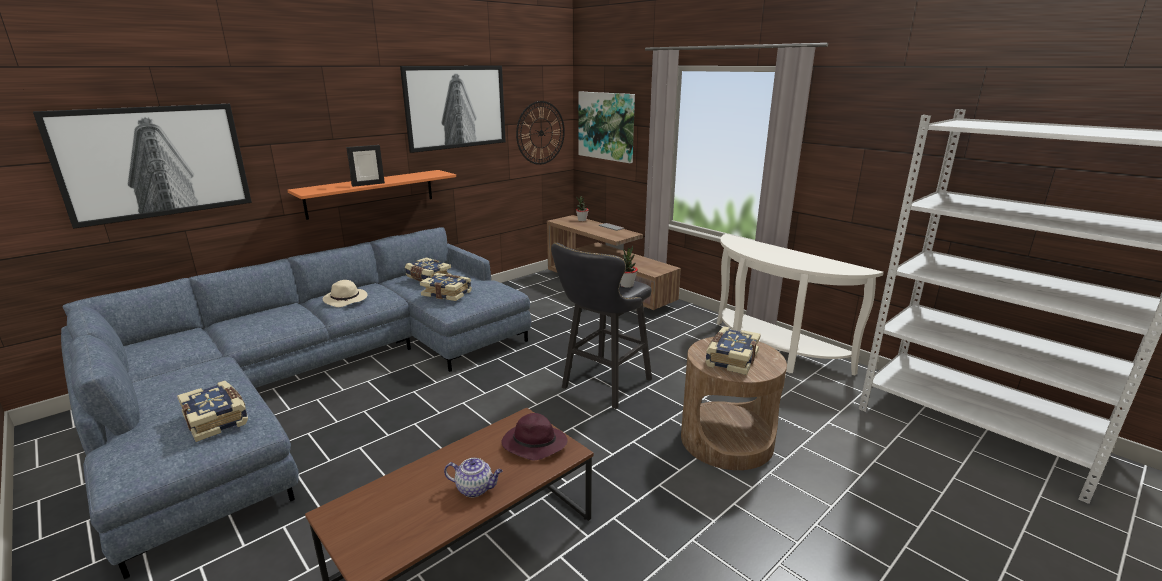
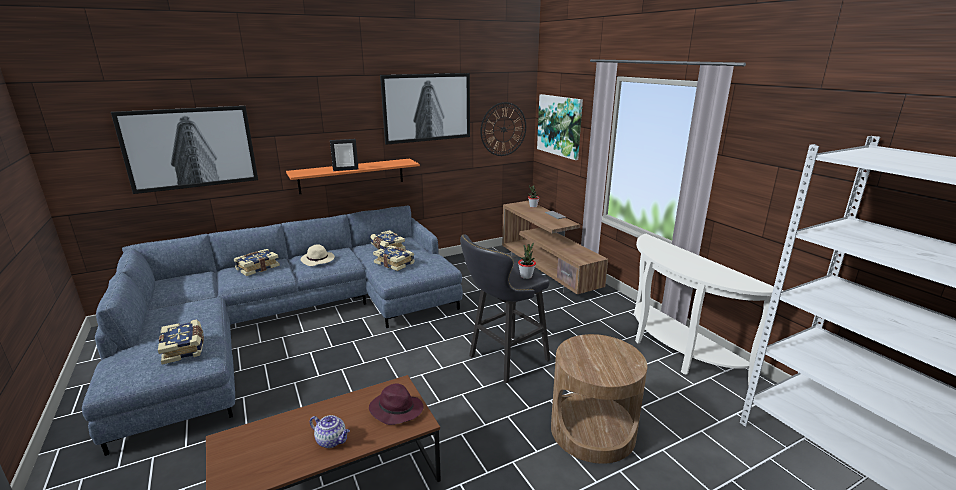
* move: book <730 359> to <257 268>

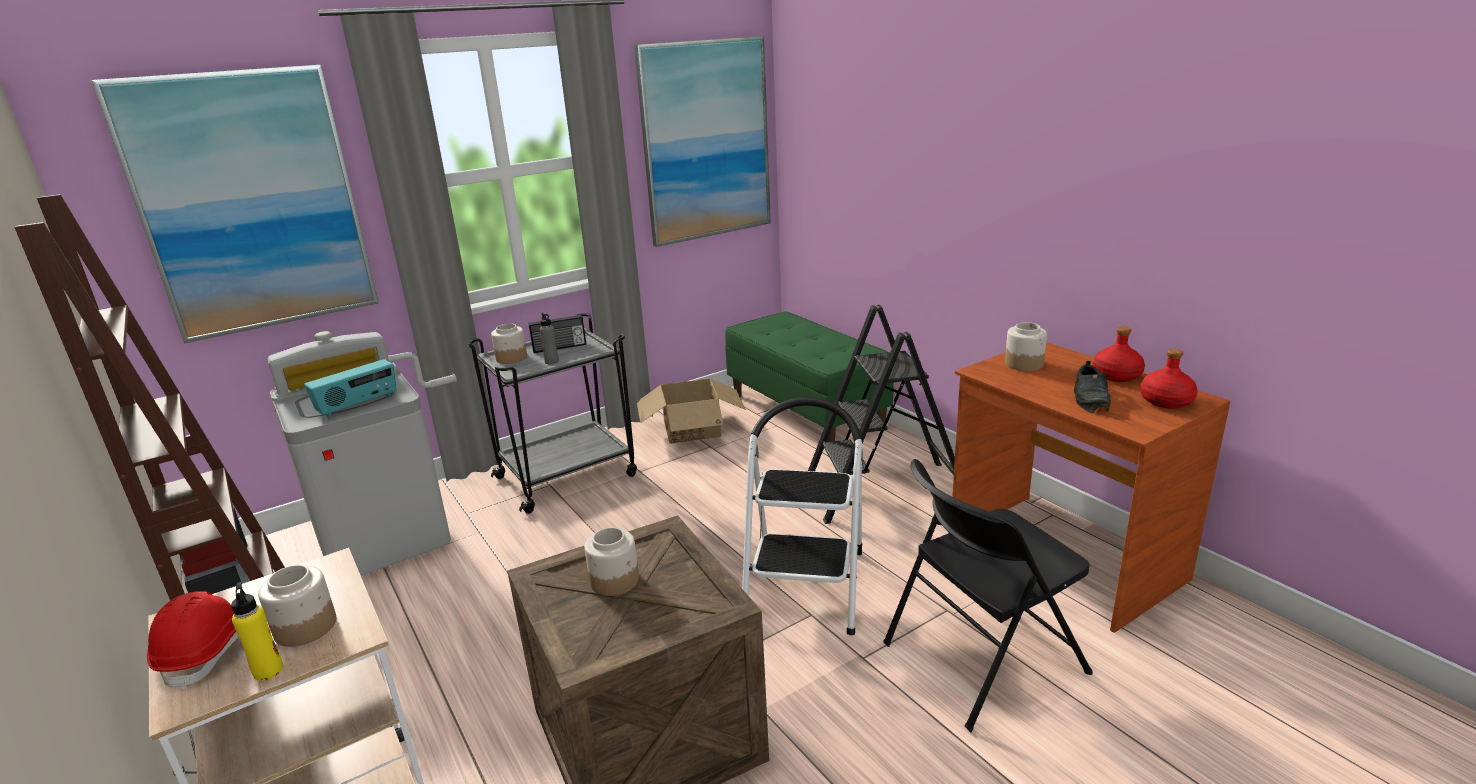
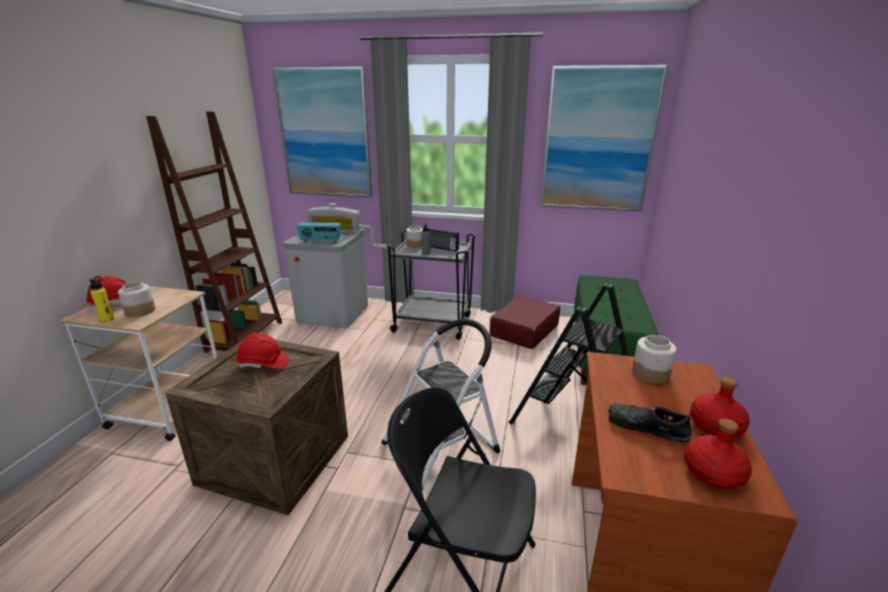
* replace: jar <615 581> to hard hat (red) <263 364>
* replace: cardboard box <692 429> to suitcase (red) <524 330>
* rotate: shoe (black) <1091 397> = <646 426> 60 degrees clockwise

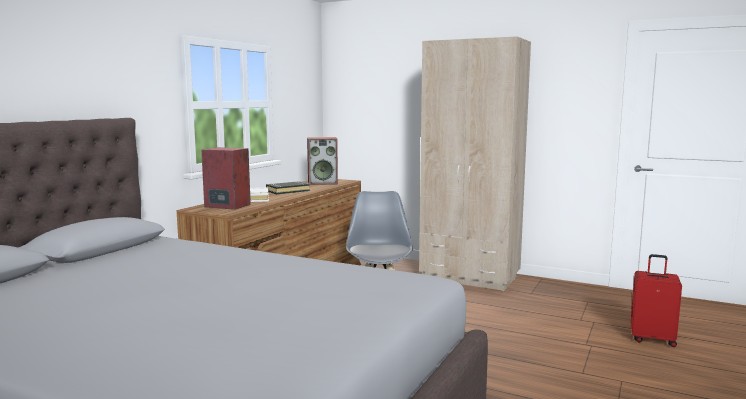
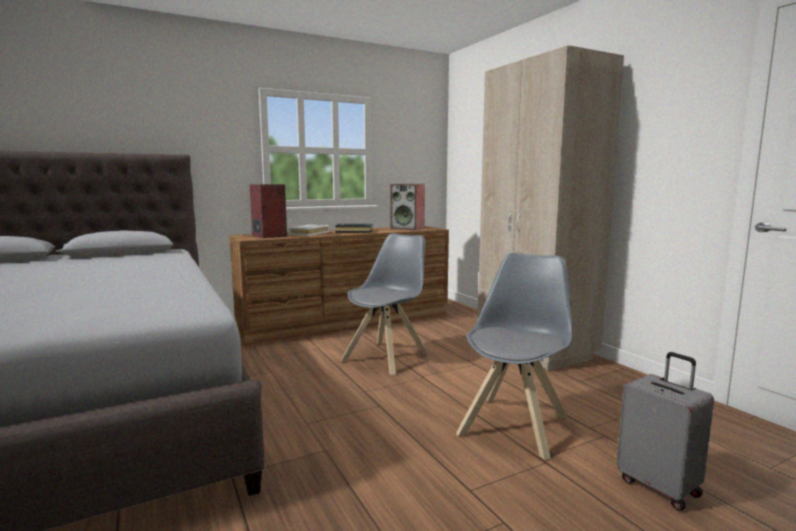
* insert: chair (grey) <515 424>
* recolor: suitcase (red) <652 339> to suitcase (grey) <659 486>

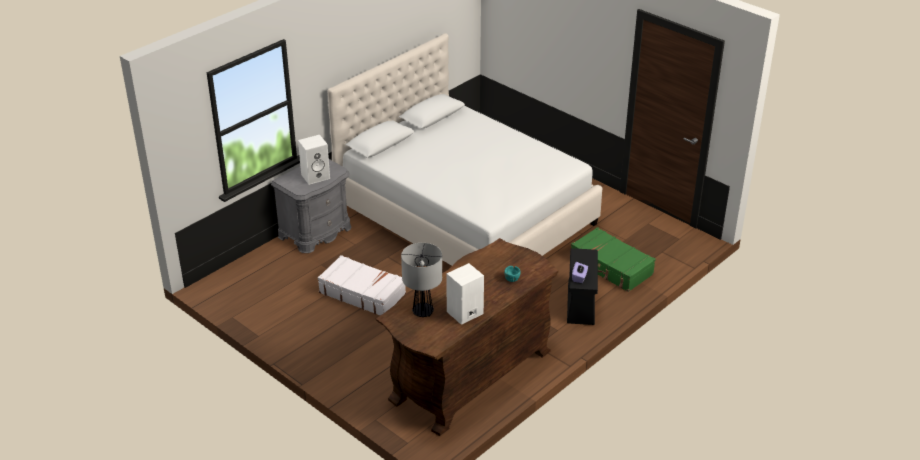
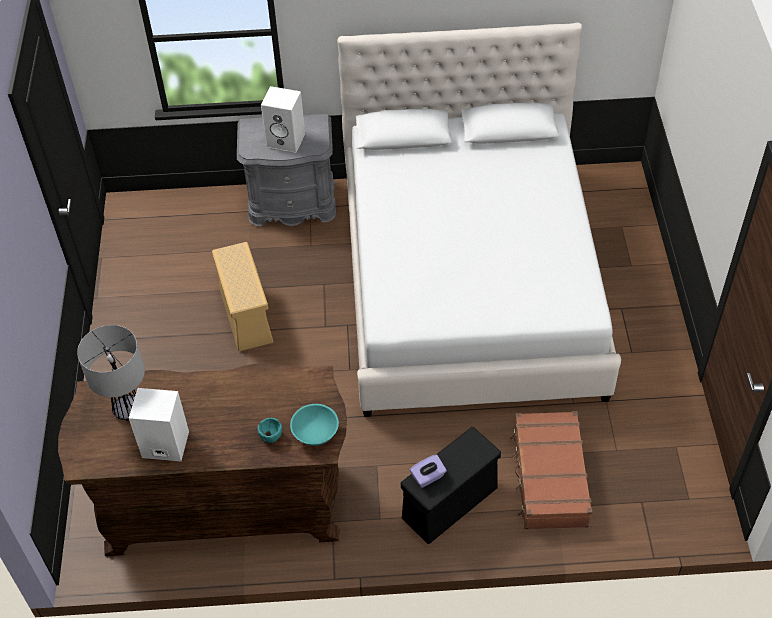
* replace: suitcase (white) <362 293> to storage box (beige) <245 314>
* insert: bowl (turquoise) <315 433>
* recolor: suitcase (green) <611 267> to suitcase (brown) <549 477>

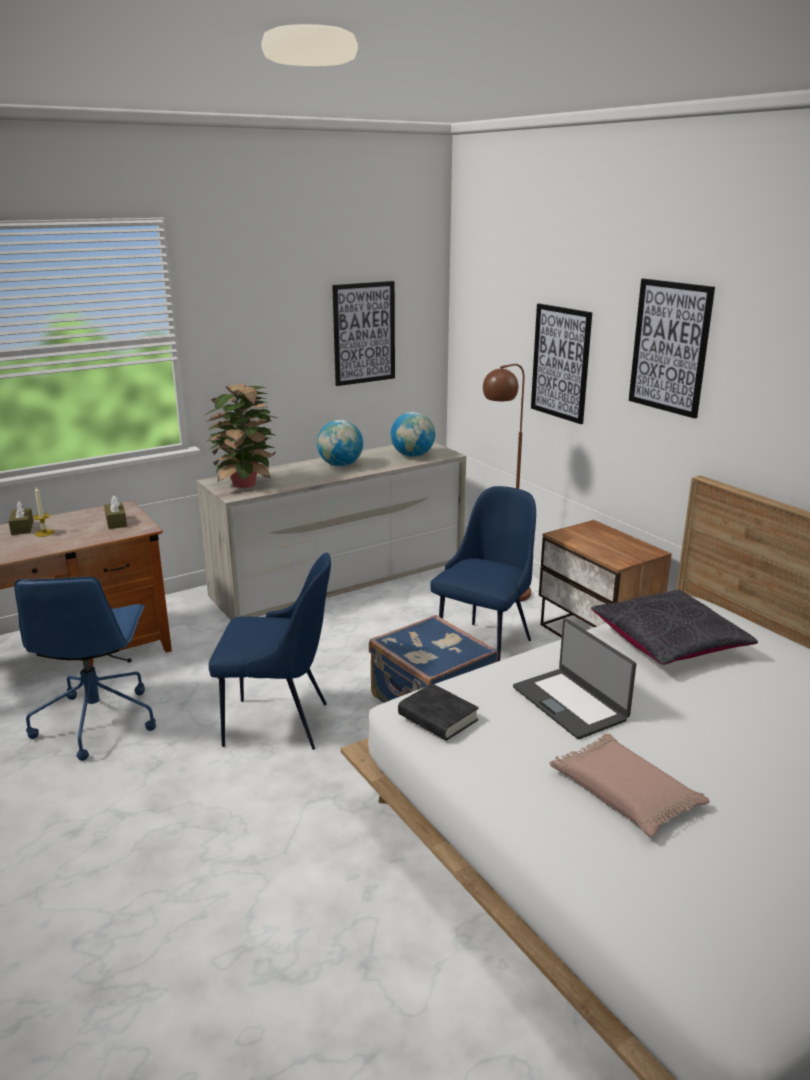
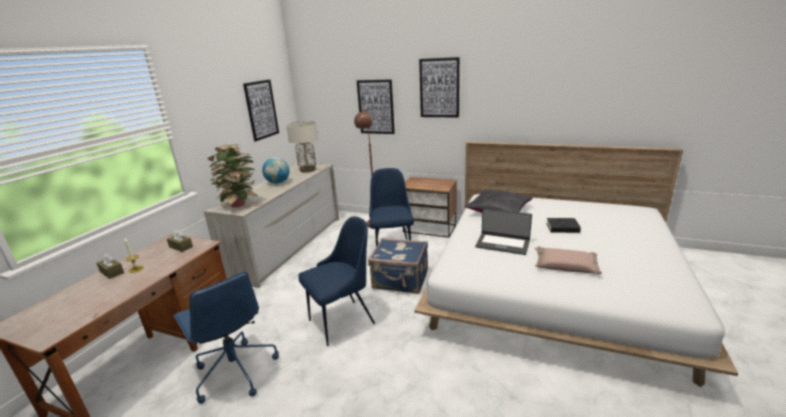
* replace: globe <412 456> to table lamp <307 170>
* move: book (black) <437 717> to <562 228>

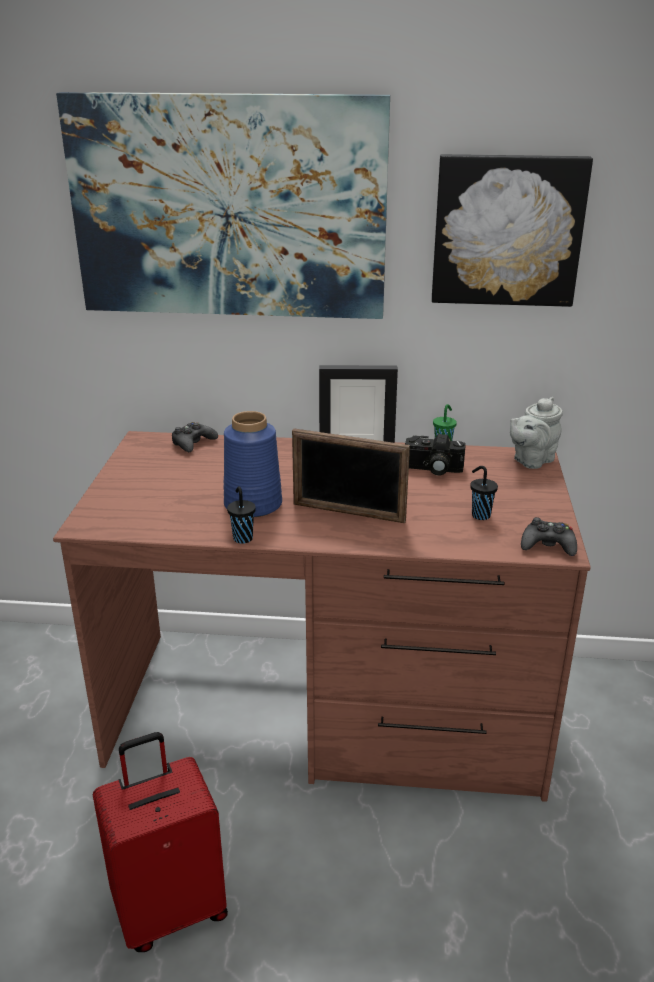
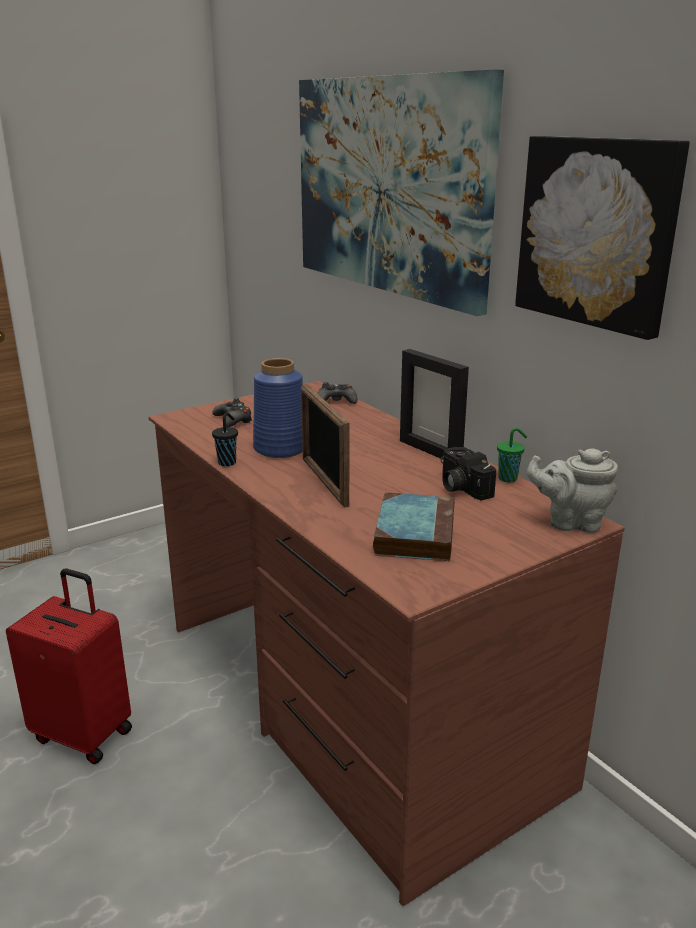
* move: game controller (black) <548 545> to <233 420>
* replace: cup (black) <480 515> to book <414 533>

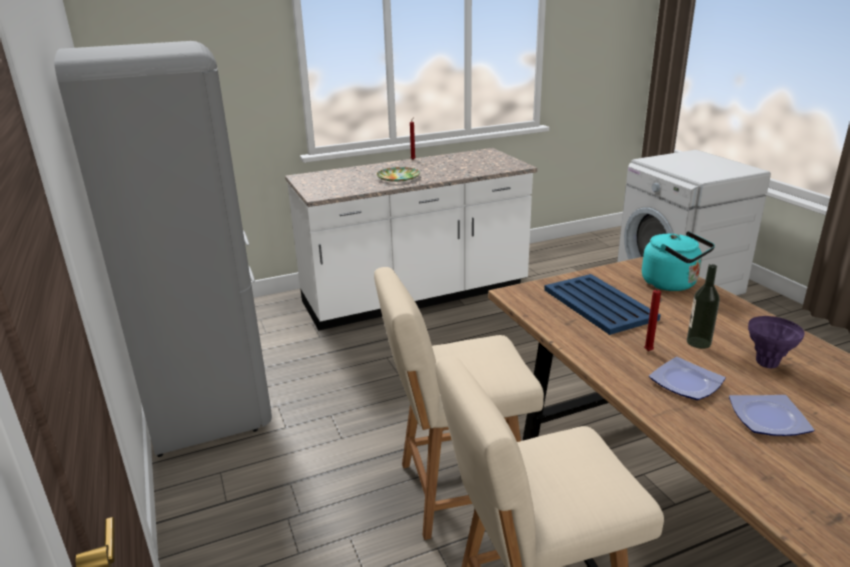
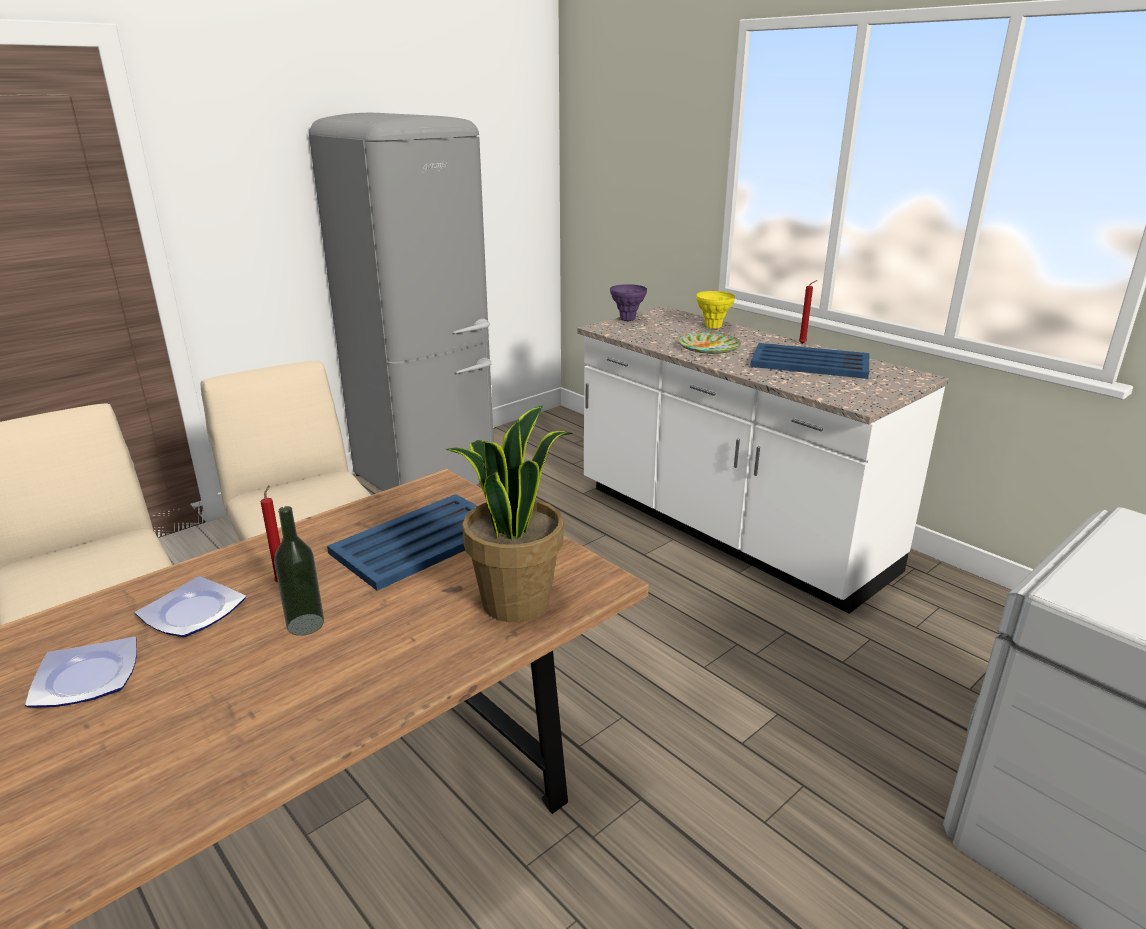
* replace: kettle (turquoise) <672 284> to potted plant <515 601>
* move: vase (purple) <767 363> to <627 319>
* insert: vase (yellow) <713 327>
* insert: tray (blue) <808 362>

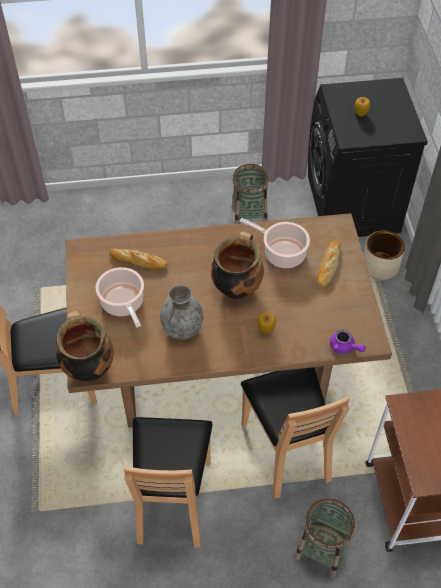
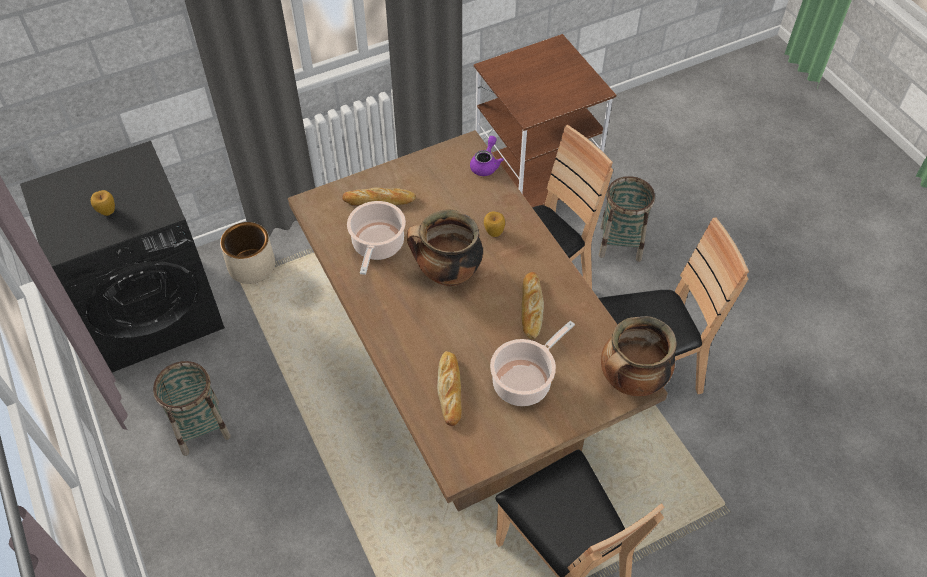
* replace: vase (grey) <182 329> to bread <531 308>

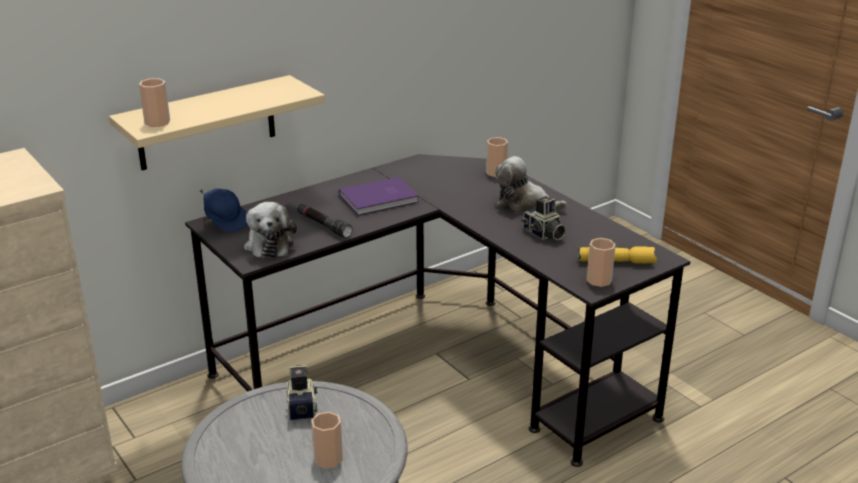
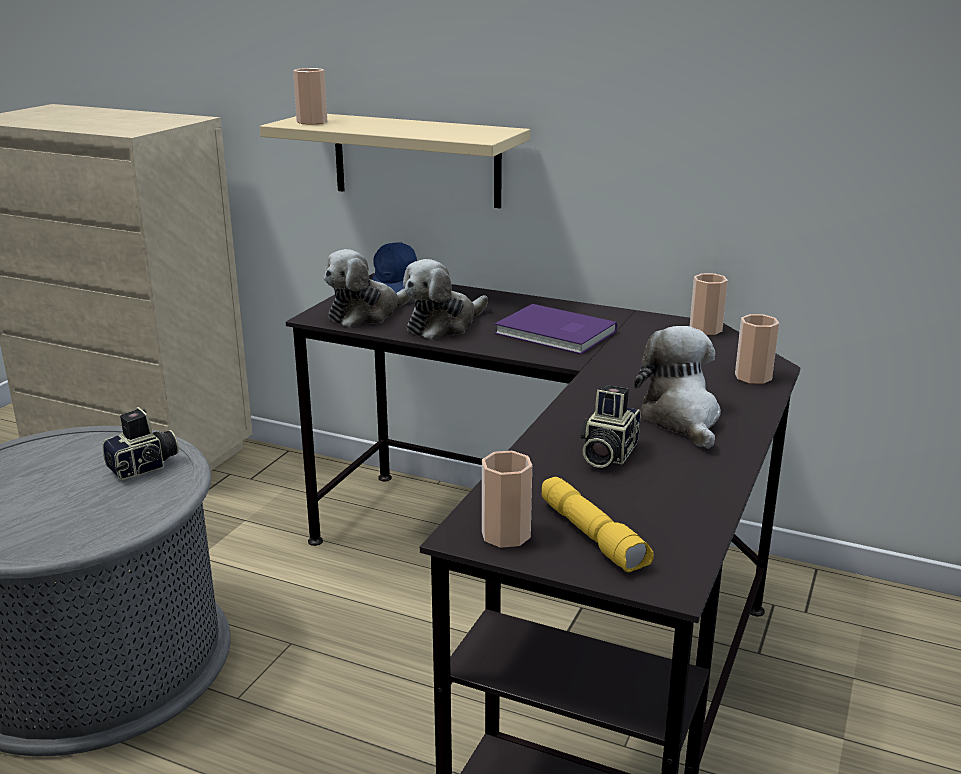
* replace: flashlight (black) <323 225> to plush toy <444 325>
* move: cup <328 459> to <705 329>

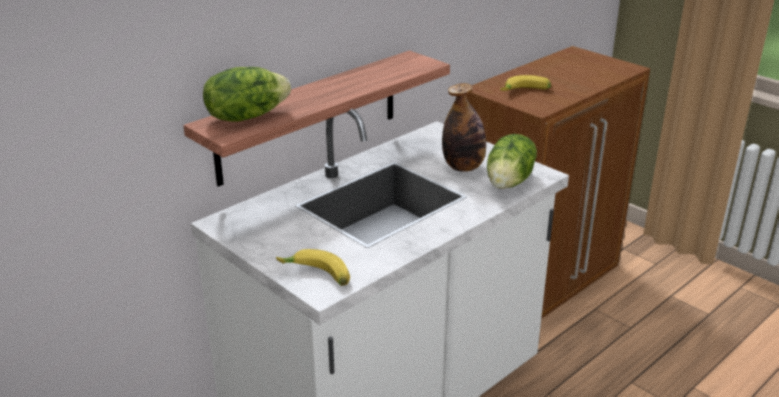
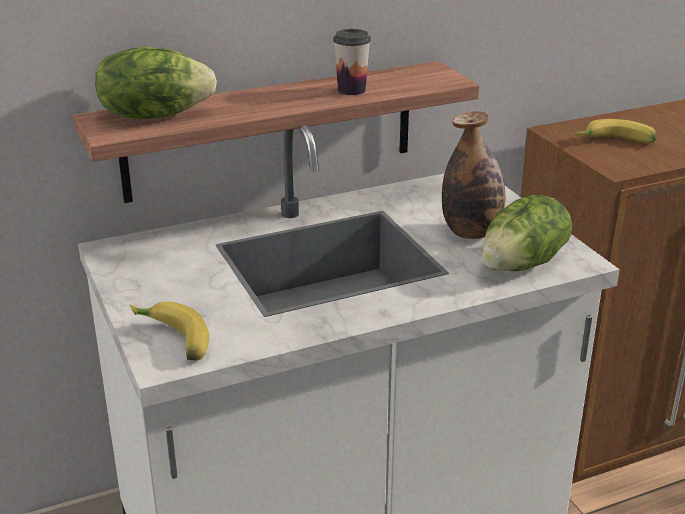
* insert: cup <351 90>

